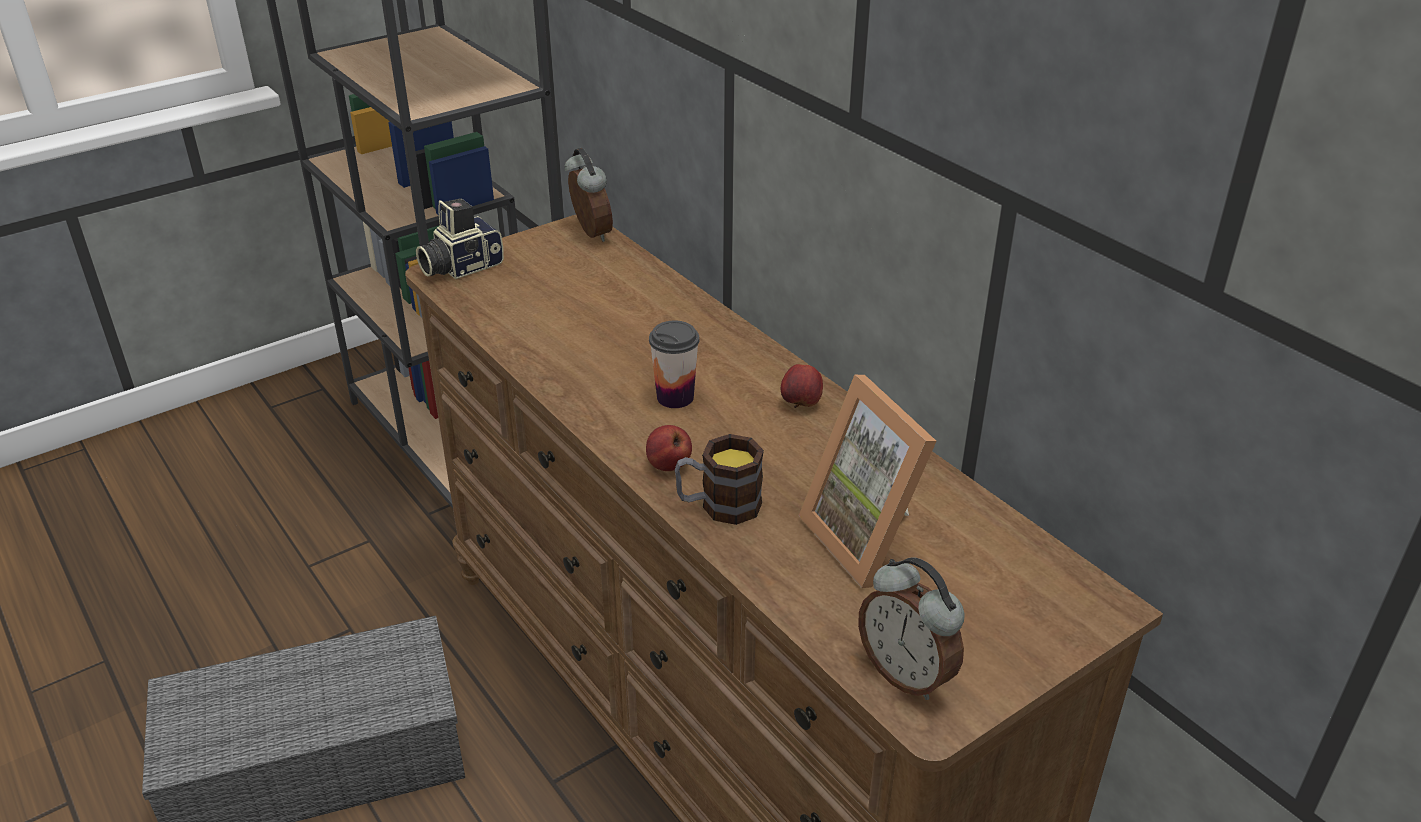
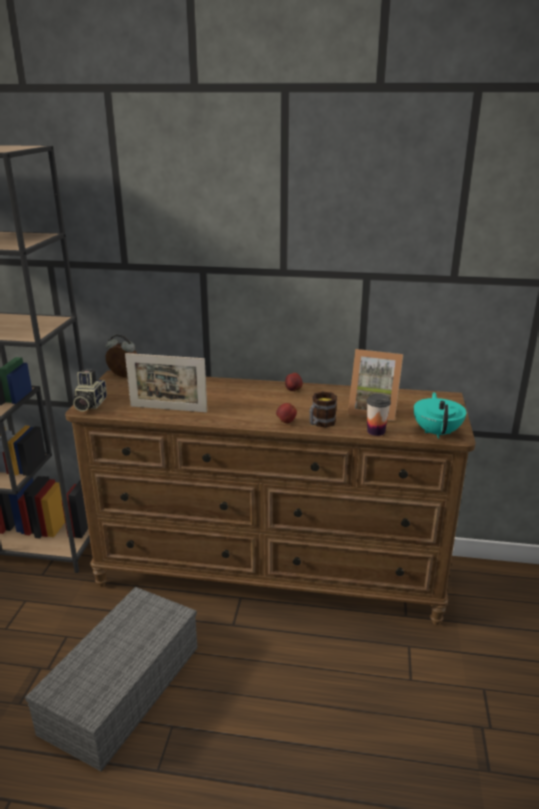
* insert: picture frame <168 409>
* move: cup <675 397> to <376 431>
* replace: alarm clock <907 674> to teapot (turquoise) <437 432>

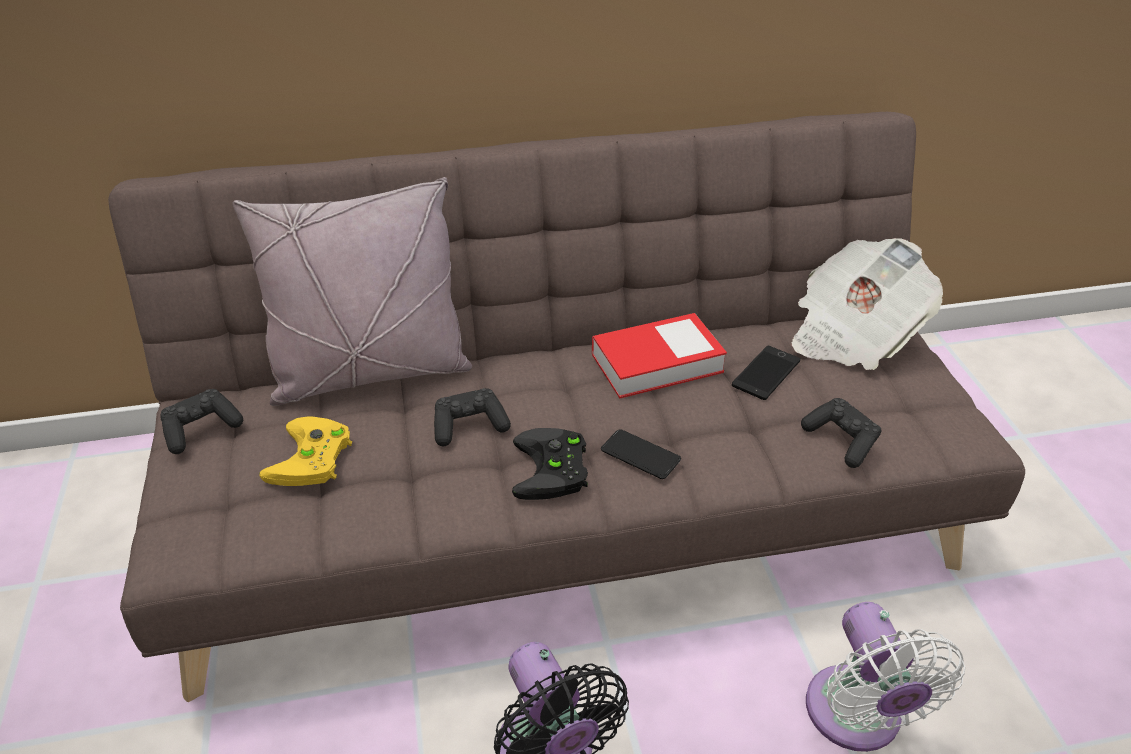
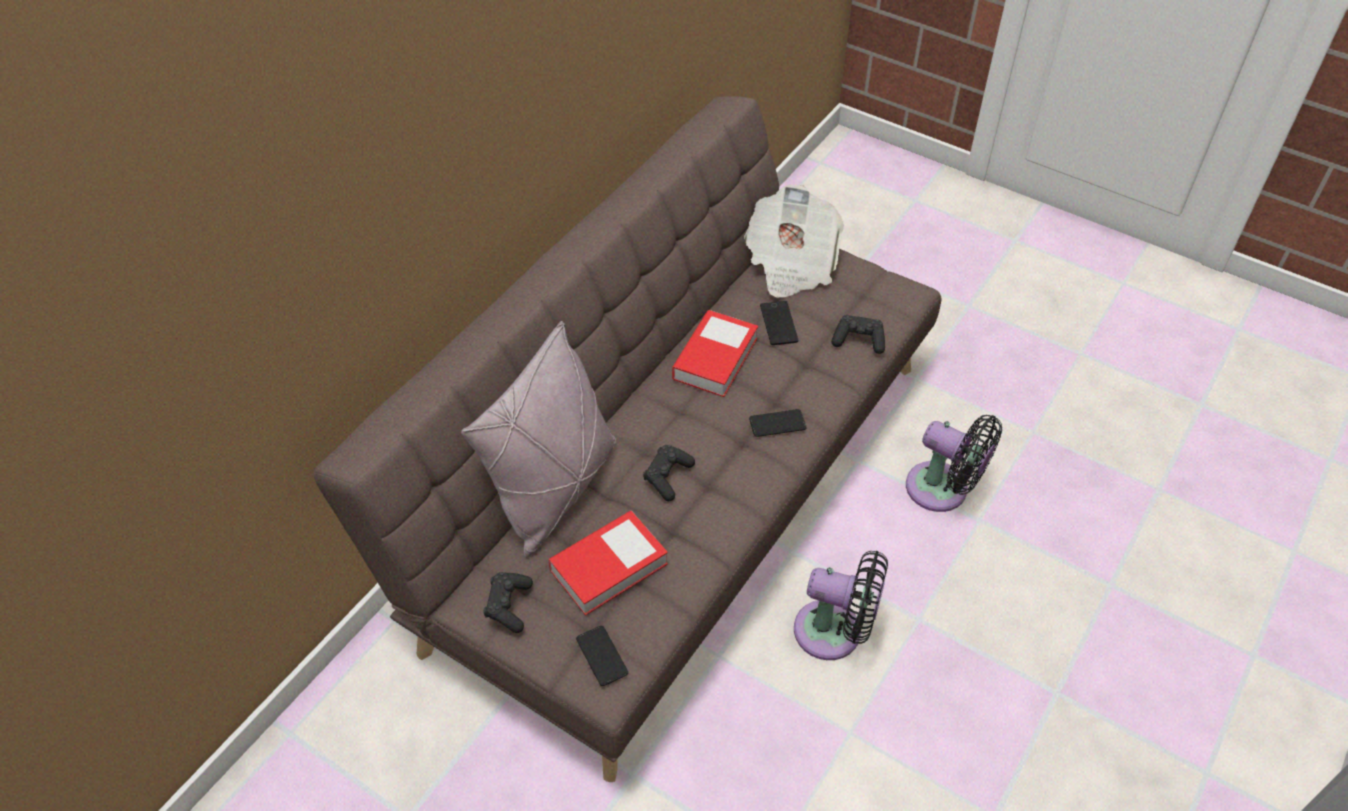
* replace: game controller (yellow) <311 459> to book <609 567>
* insert: phone <602 656>
* recolor: fan (white) <857 718> to fan (black) <943 490>
* delete: game controller (black) <553 470>

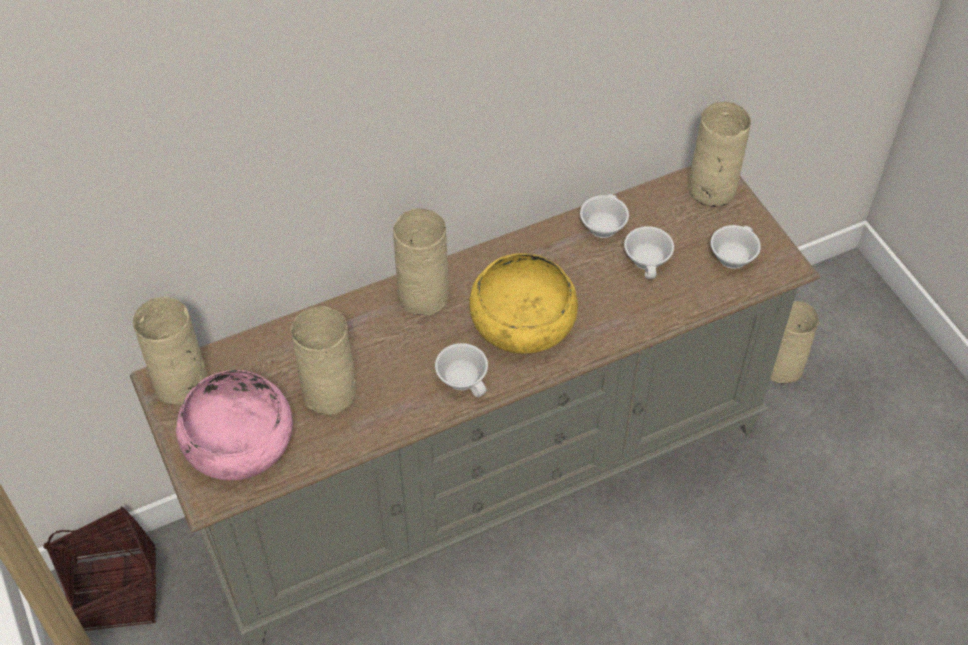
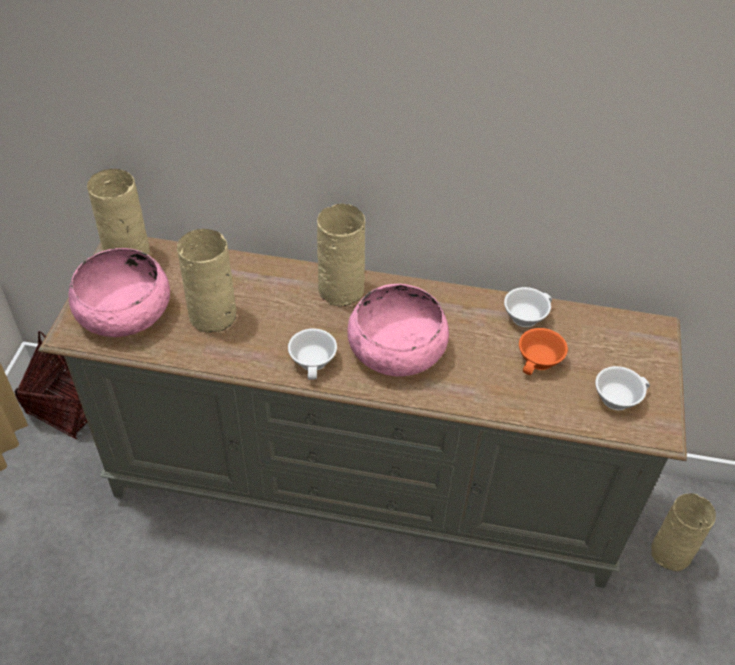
* recolor: bowl (yellow) <523 321> to bowl (pink) <396 348>
* recolor: cup (white) <649 260> to cup (orange) <540 361>
* delete: vase (beige) <710 189>

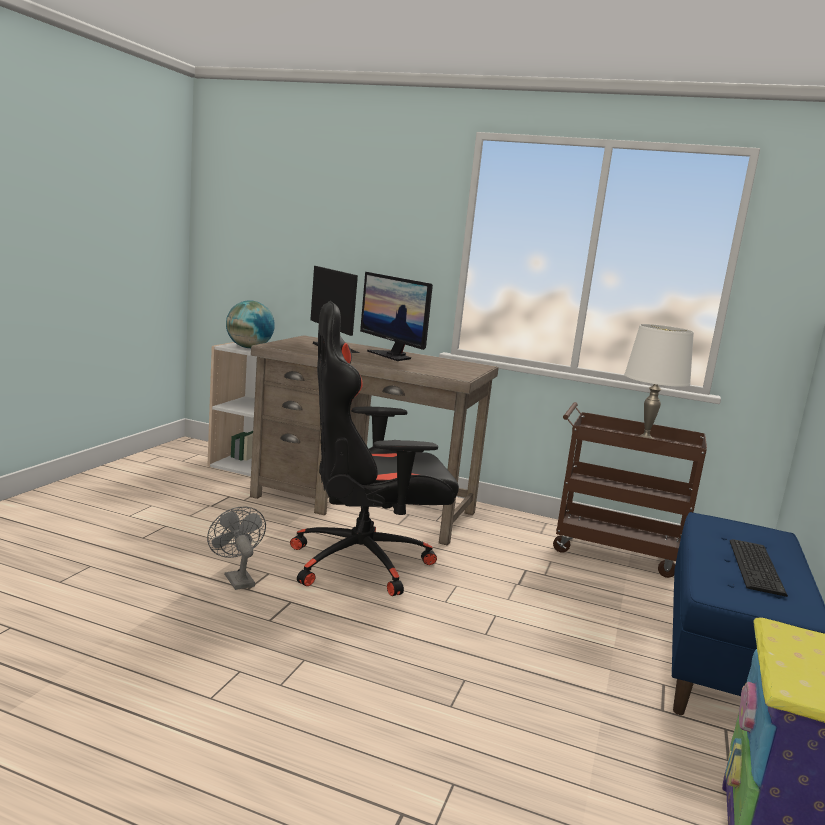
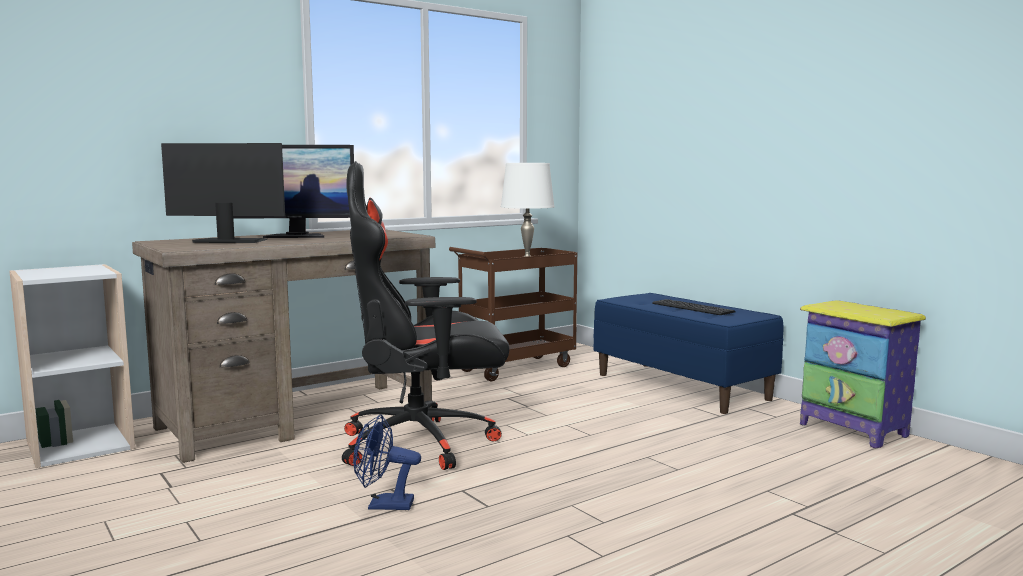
* rotate: office chair (black) <371 564> = <429 444> 60 degrees clockwise
* recolor: fan (grey) <236 578> to fan (blue) <383 505>
* delete: globe <249 347>

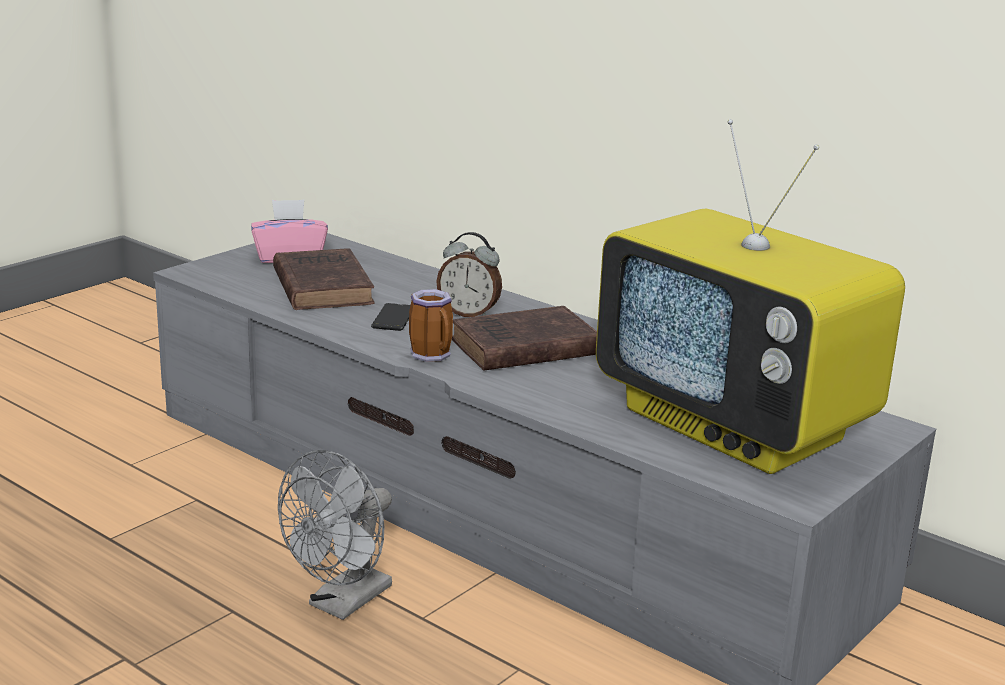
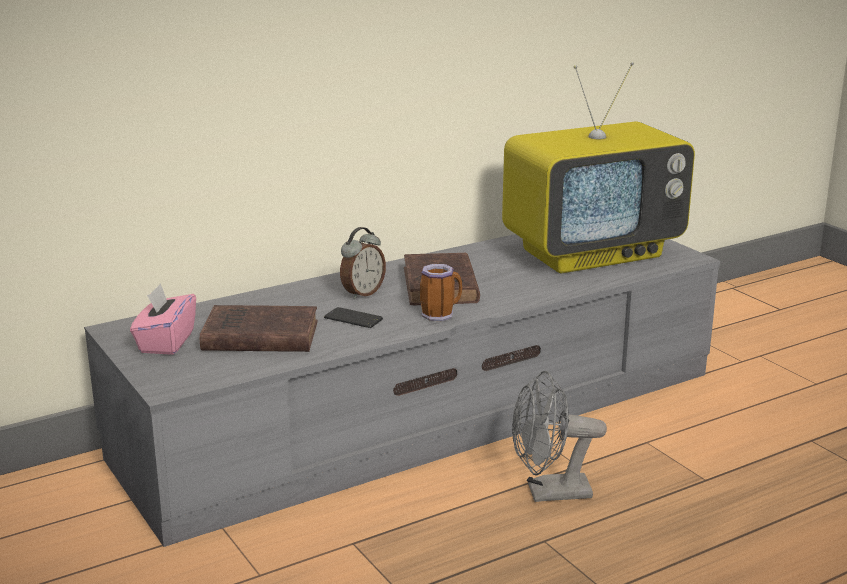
* rotate: fan (grey) <342 603> = <549 493> 120 degrees clockwise

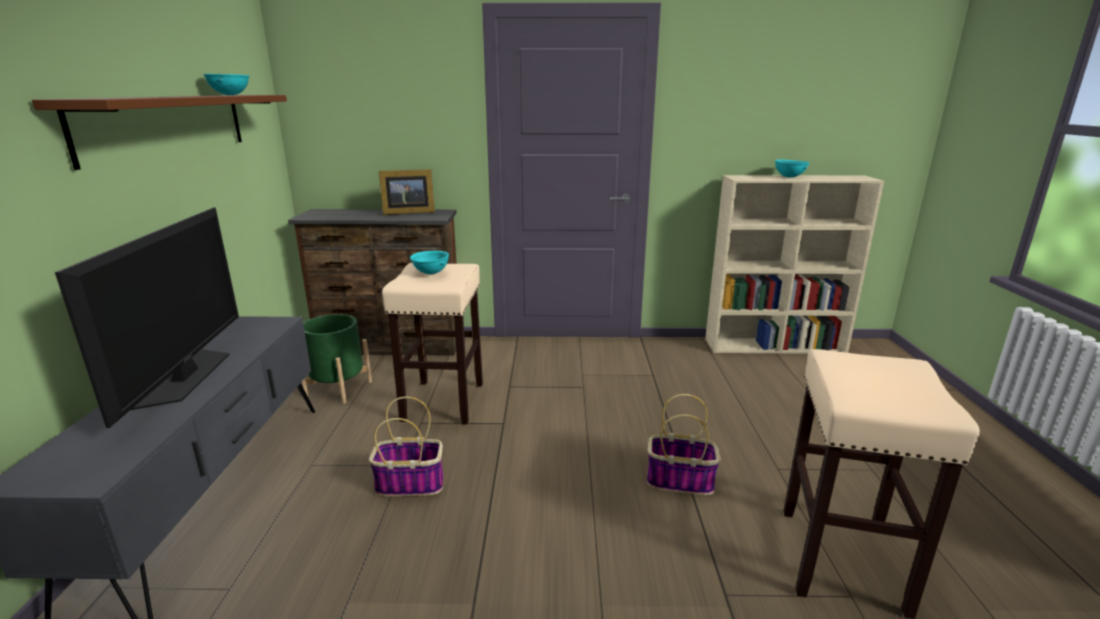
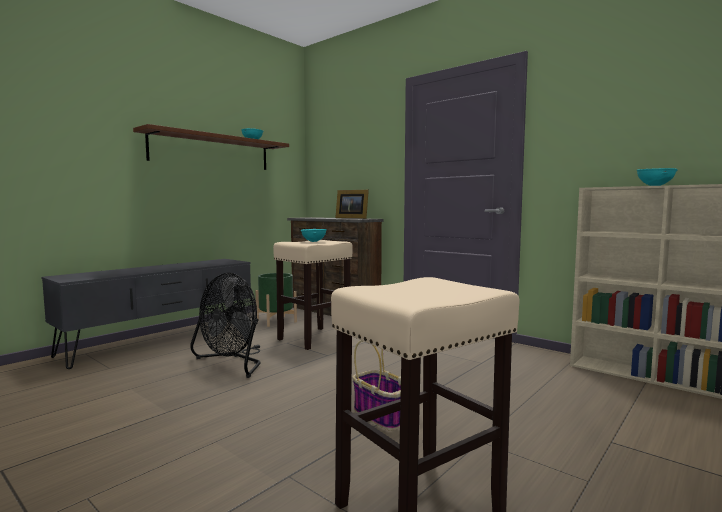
* replace: basket <411 483> to fan (black) <234 362>
* delete: television <185 376>

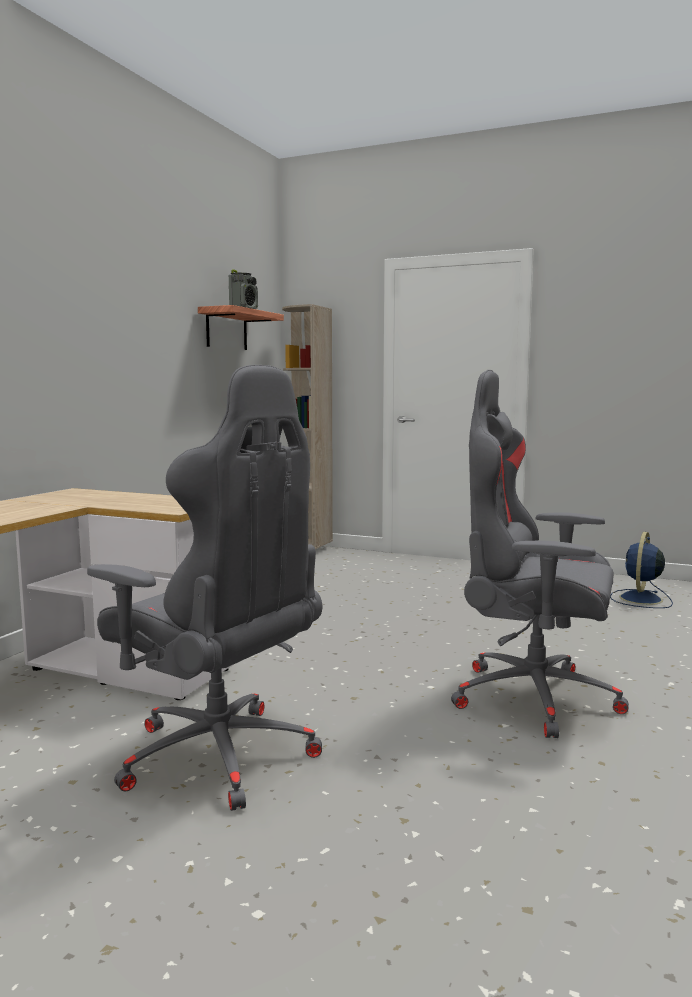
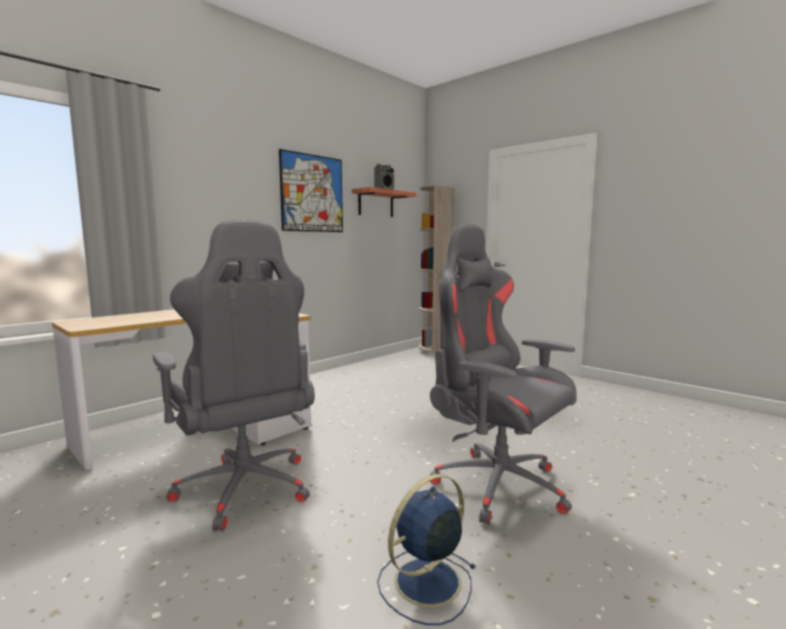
* insert: picture <312 193>
* move: fan (blue) <640 599> to <425 583>

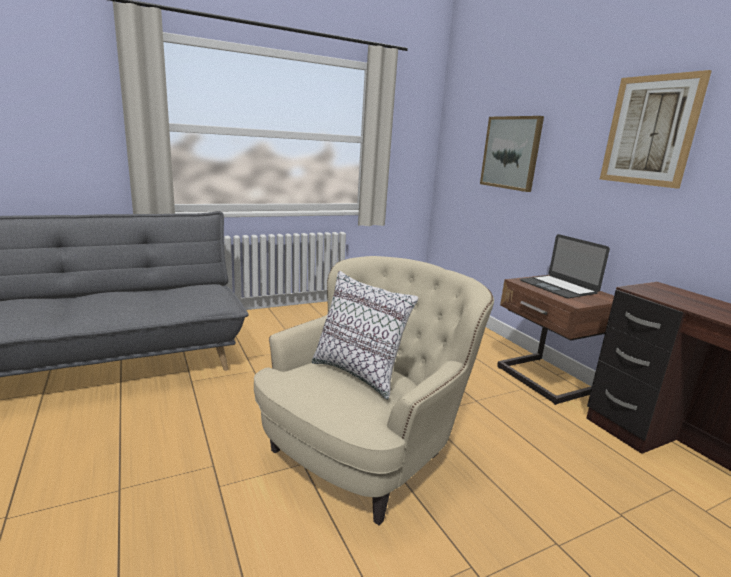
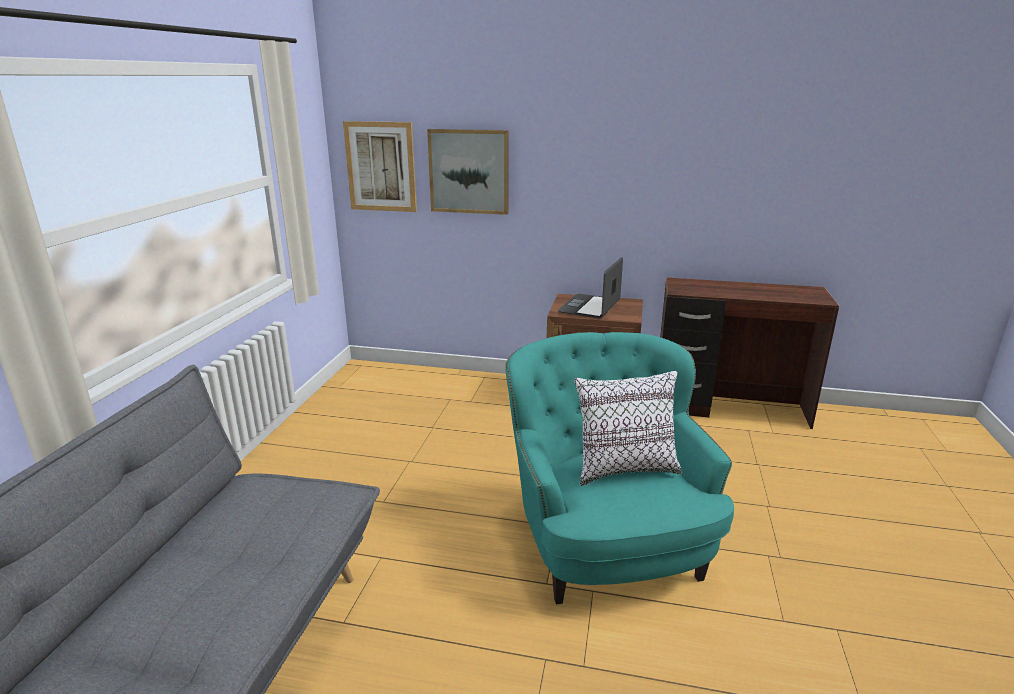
* move: picture <650 131> to <381 167>
* recolor: armchair (beige) <365 451> to armchair (turquoise) <606 543>
* rotate: laptop <558 287> = <589 306> 105 degrees clockwise

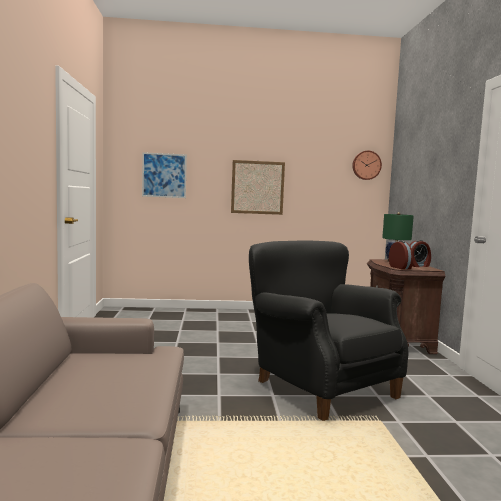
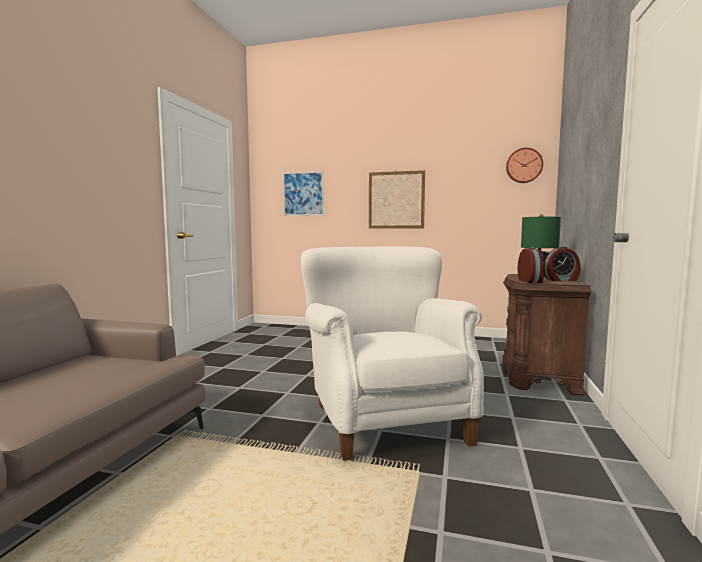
* recolor: armchair (black) <320 385> to armchair (white) <386 417>

